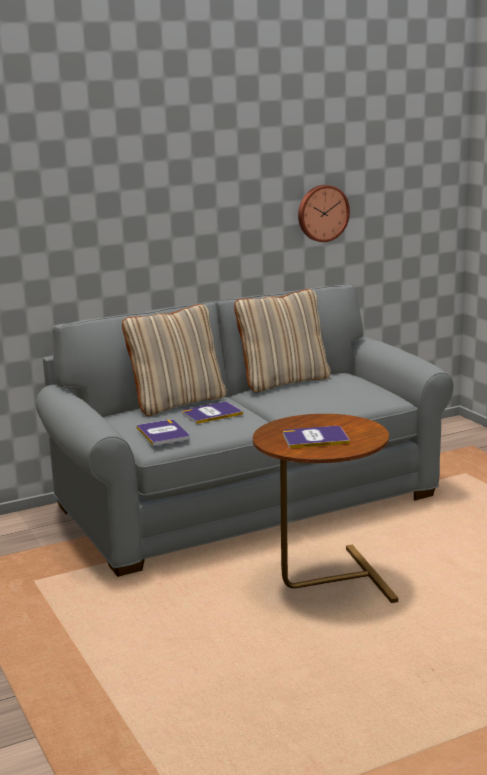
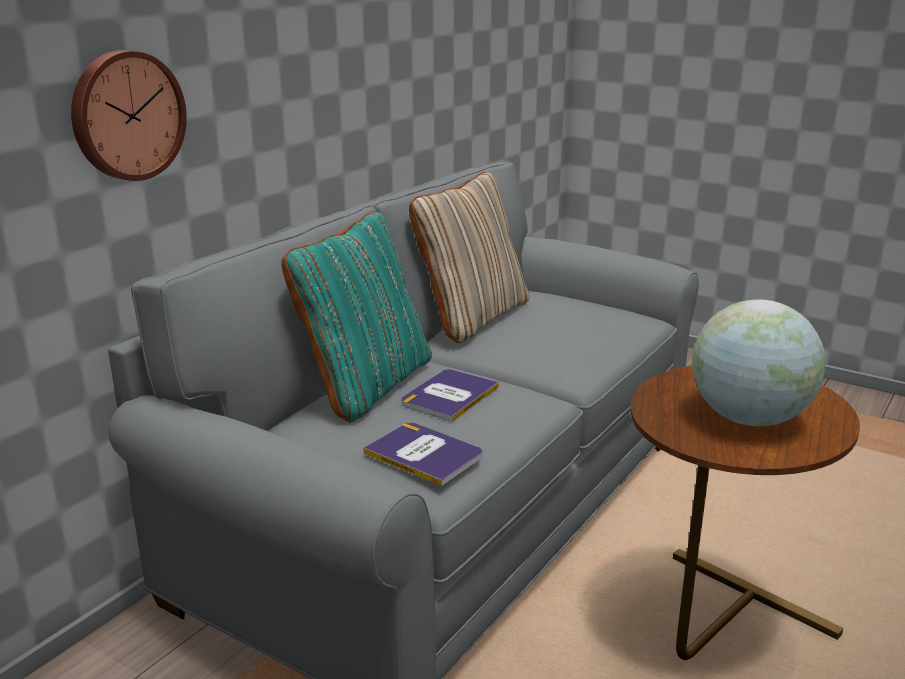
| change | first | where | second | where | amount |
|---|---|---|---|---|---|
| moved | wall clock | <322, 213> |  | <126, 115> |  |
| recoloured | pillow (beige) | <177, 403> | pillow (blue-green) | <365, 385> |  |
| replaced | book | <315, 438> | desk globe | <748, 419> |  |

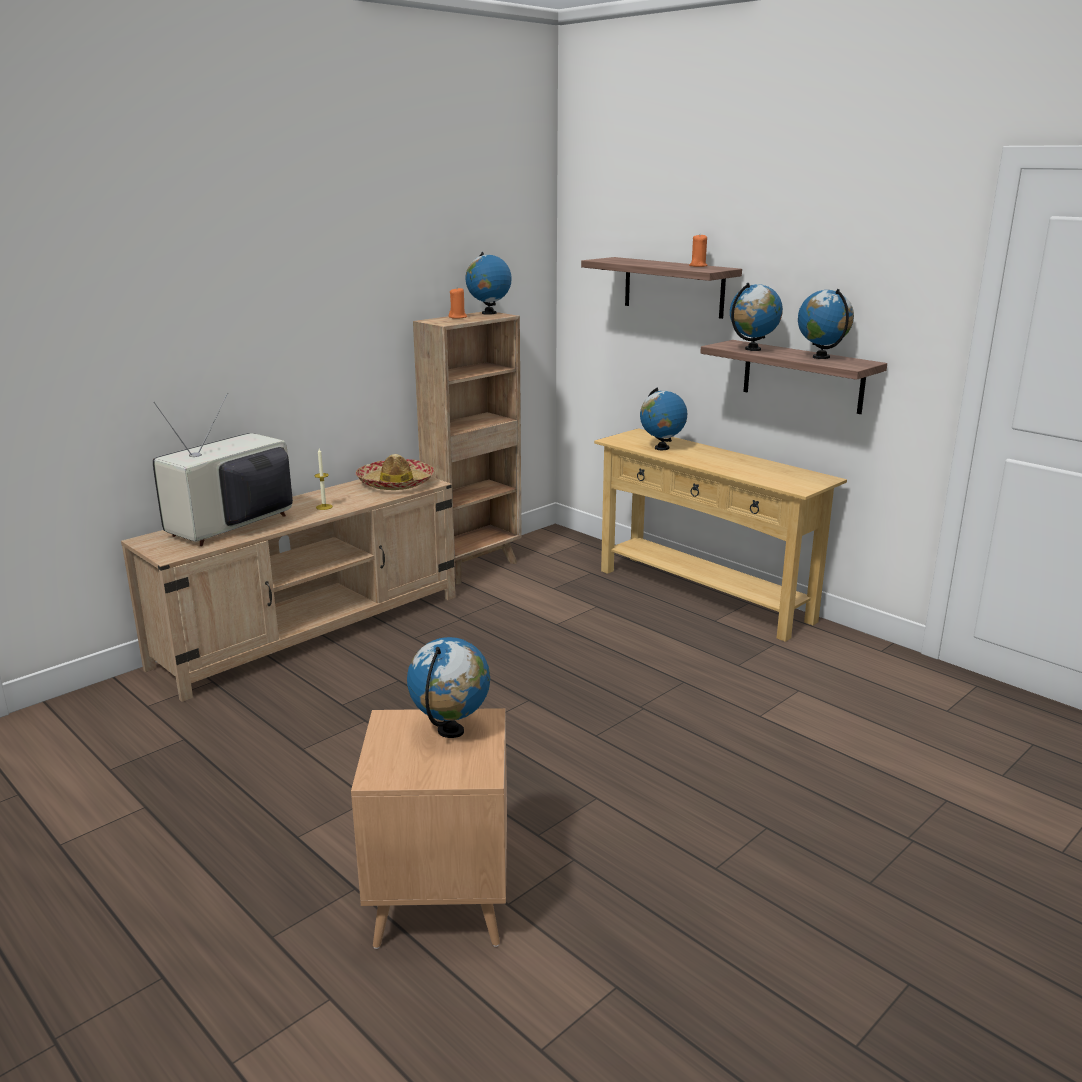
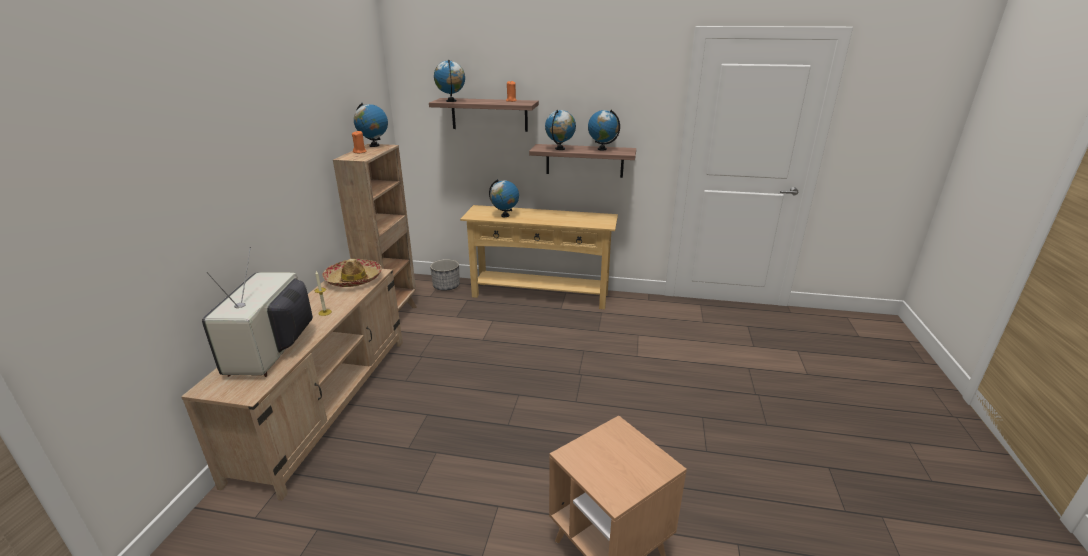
| change | first | where | second | where | amount |
|---|---|---|---|---|---|
| moved | desk globe | <451, 731> |  | <451, 101> |  |
| added |  |  | planter | <446, 286> |  |

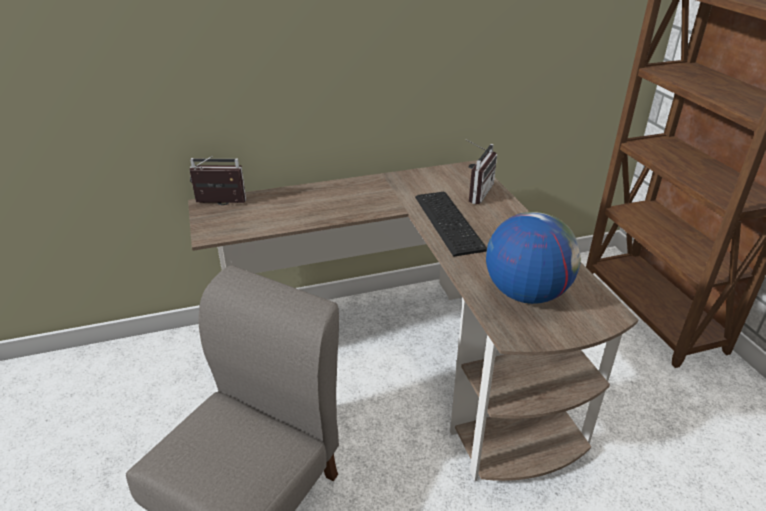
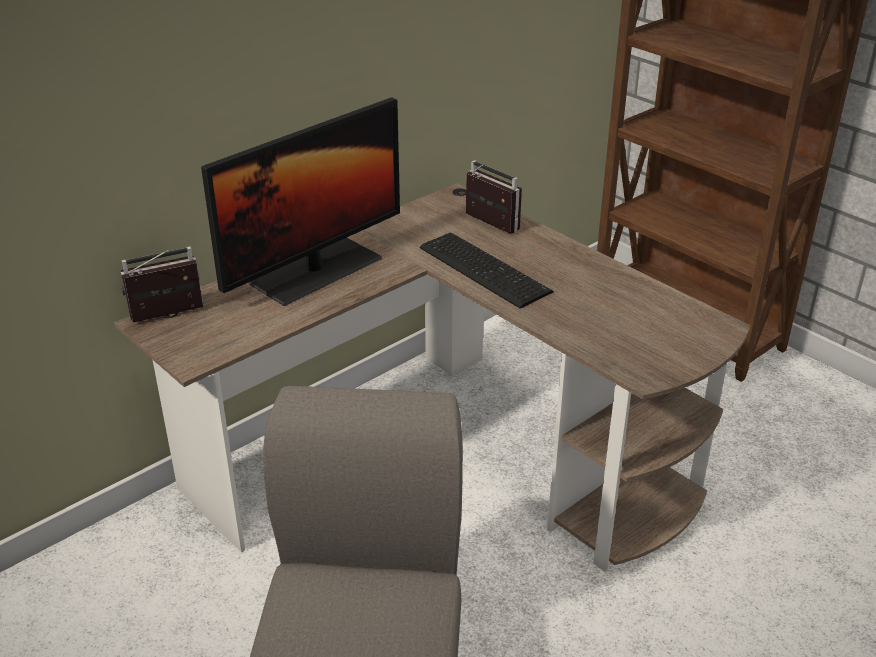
| change | first | where | second | where | amount |
|---|---|---|---|---|---|
| turned | radio receiver | <475, 192> |  | <486, 225> | 45 degrees counterclockwise |
| removed | desk globe | <525, 293> |  |  |  |
| added |  |  | computer display | <316, 271> |  |

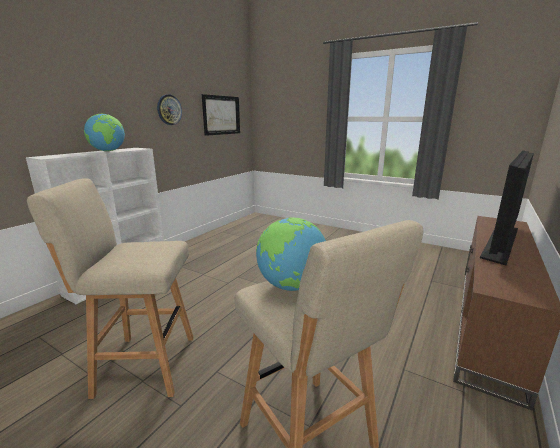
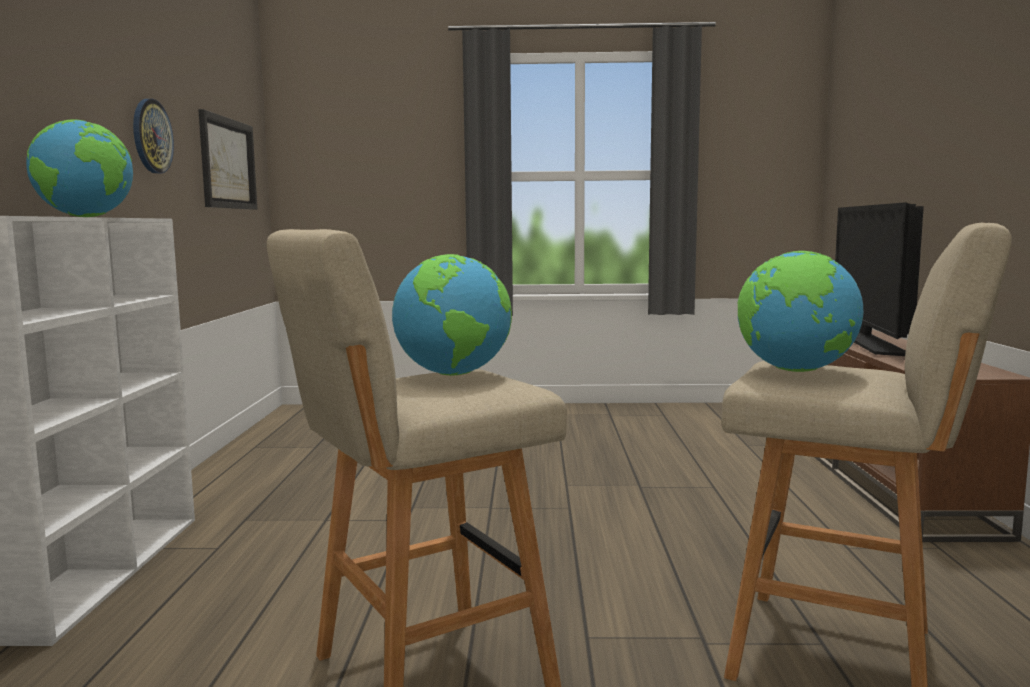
| change | first | where | second | where | amount |
|---|---|---|---|---|---|
| added |  |  | desk globe | <454, 374> |  |

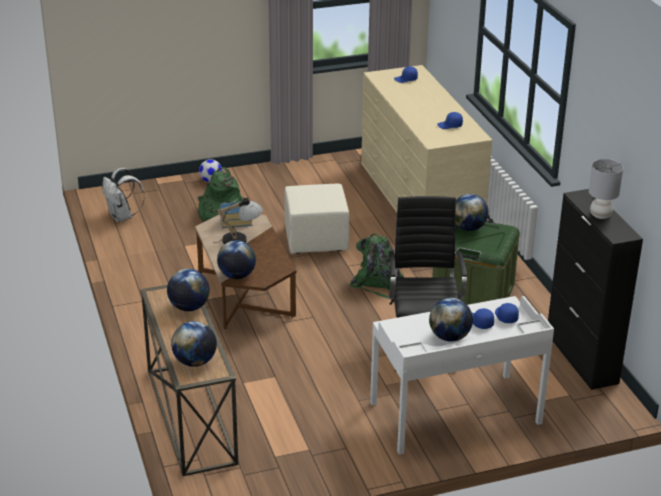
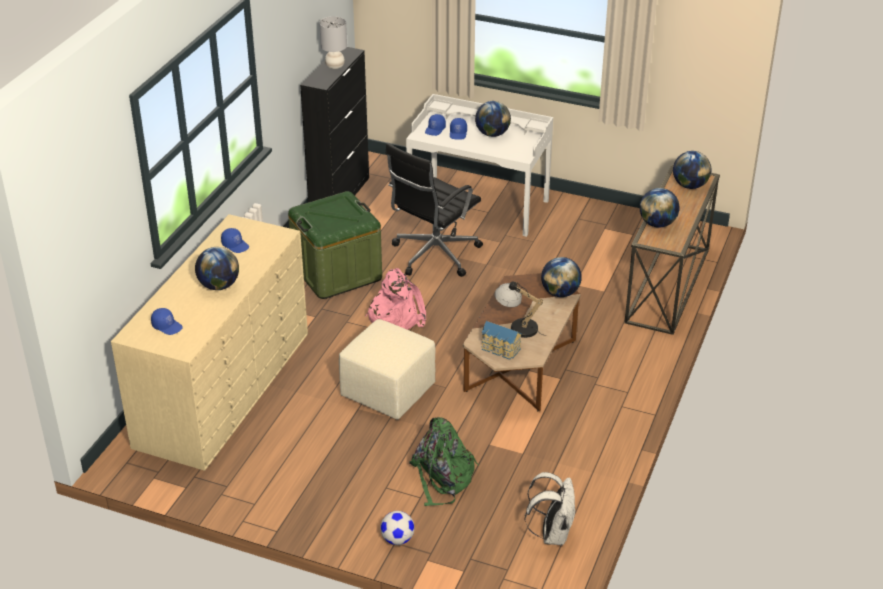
| change | first | where | second | where | amount |
|---|---|---|---|---|---|
| moved | desk globe | <468, 228> |  | <219, 285> |  |
| recoloured | knapsack (green) | <380, 285> | knapsack (pink) | <395, 317> |  |

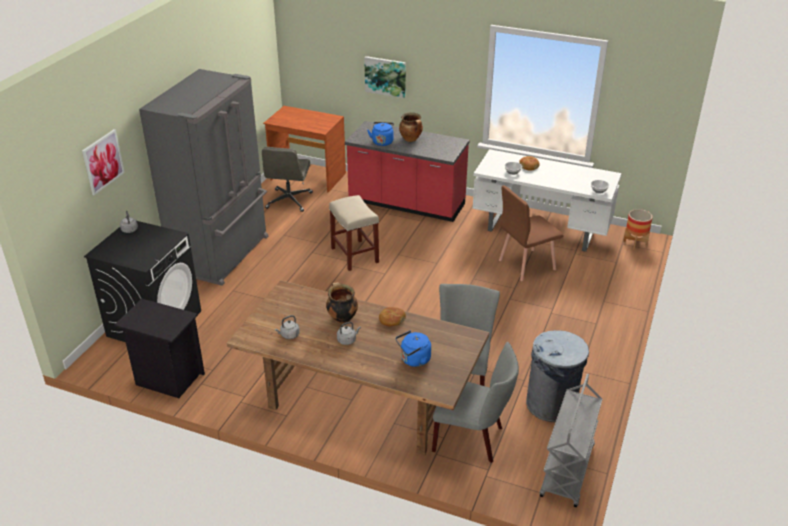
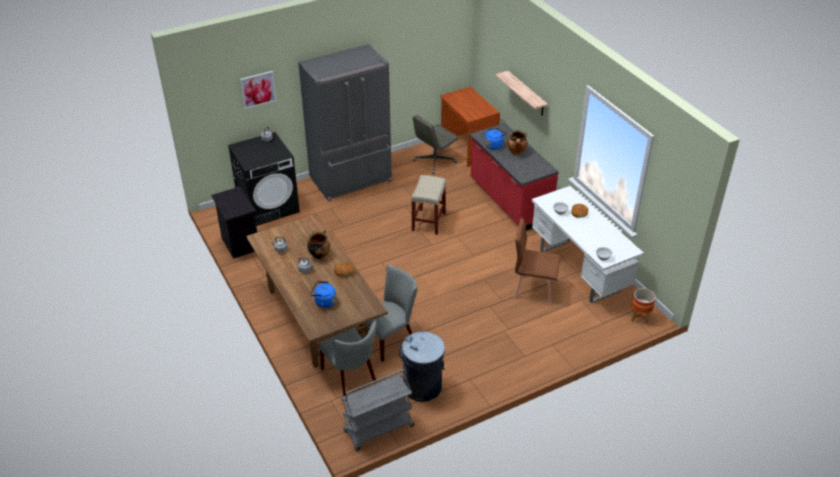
| change | first | where | second | where | amount |
|---|---|---|---|---|---|
| replaced | picture | <385, 76> | shelf | <526, 94> |  |

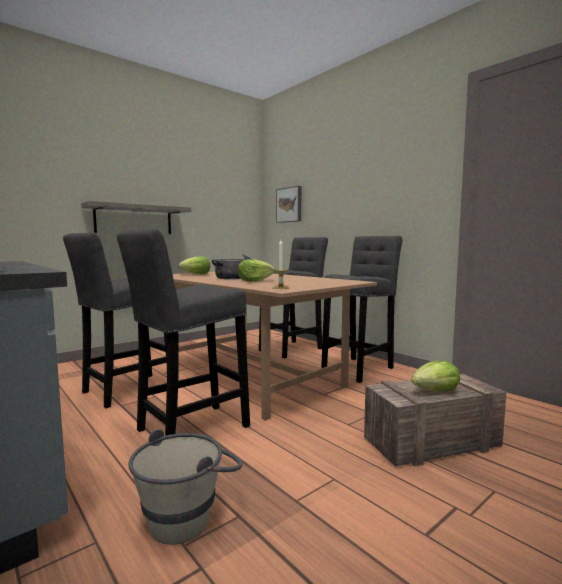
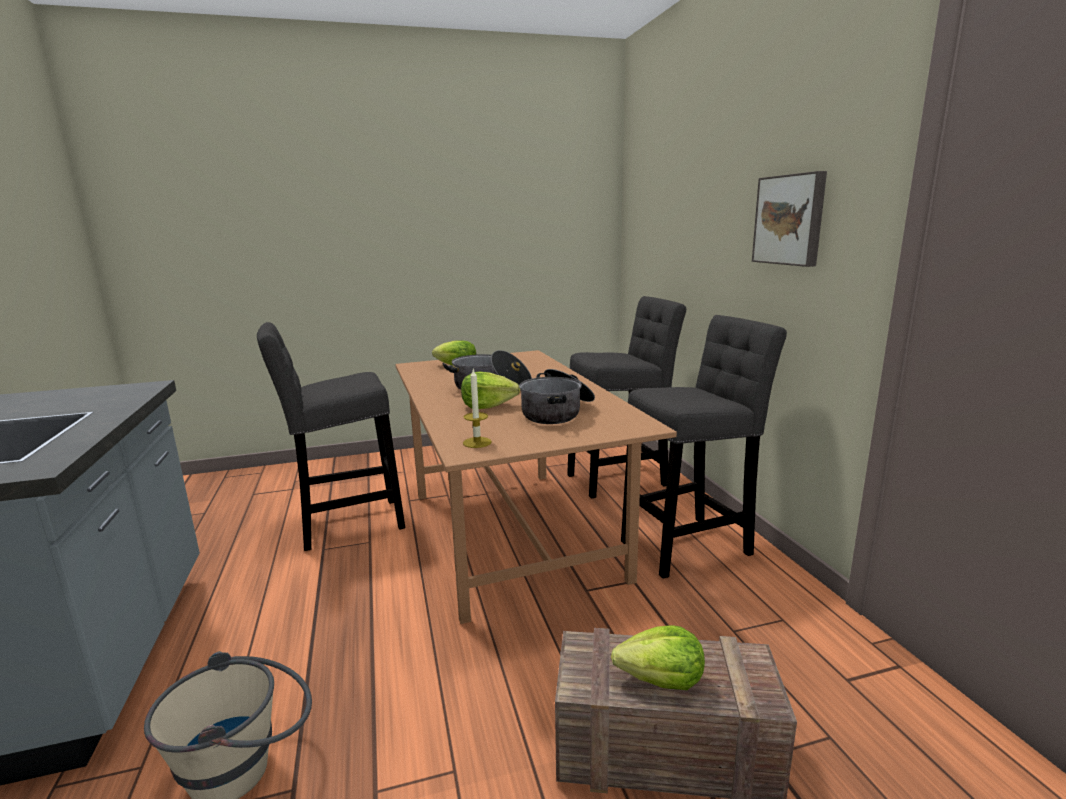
| change | first | where | second | where | amount |
|---|---|---|---|---|---|
| moved | picture | <289, 205> |  | <790, 220> |  |
| removed | shelf | <134, 220> |  |  |  |
| removed | stool (greyish) | <188, 430> |  |  |  |
| added |  |  | saucepot | <557, 412> |  |

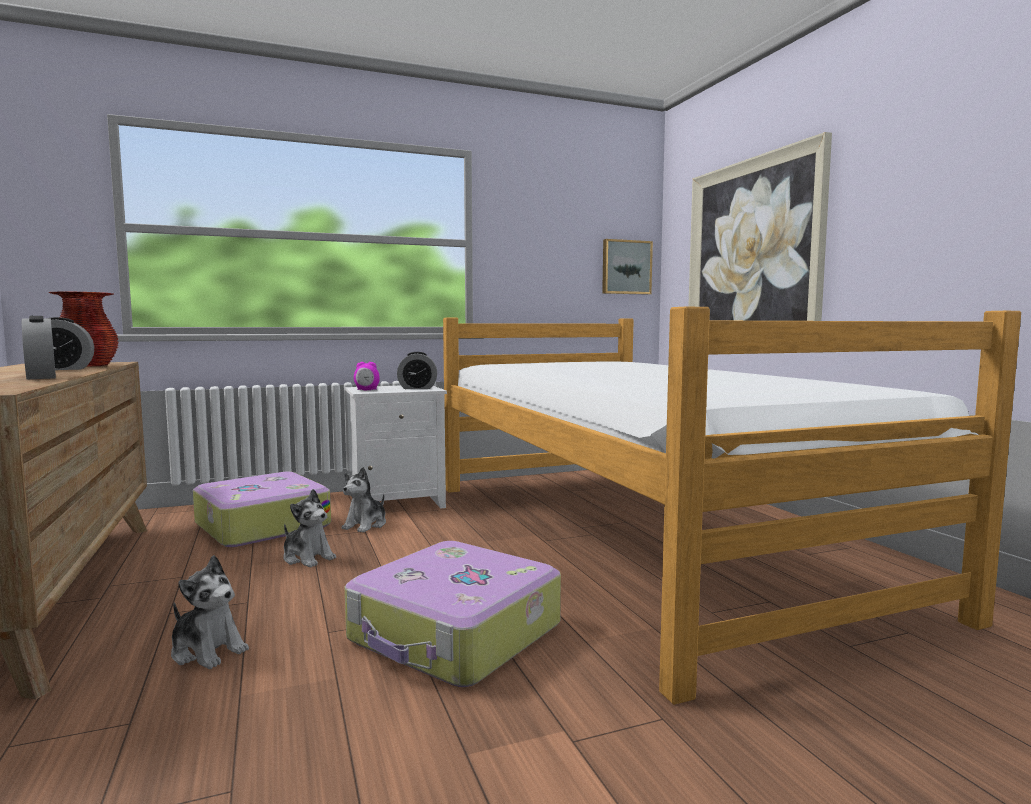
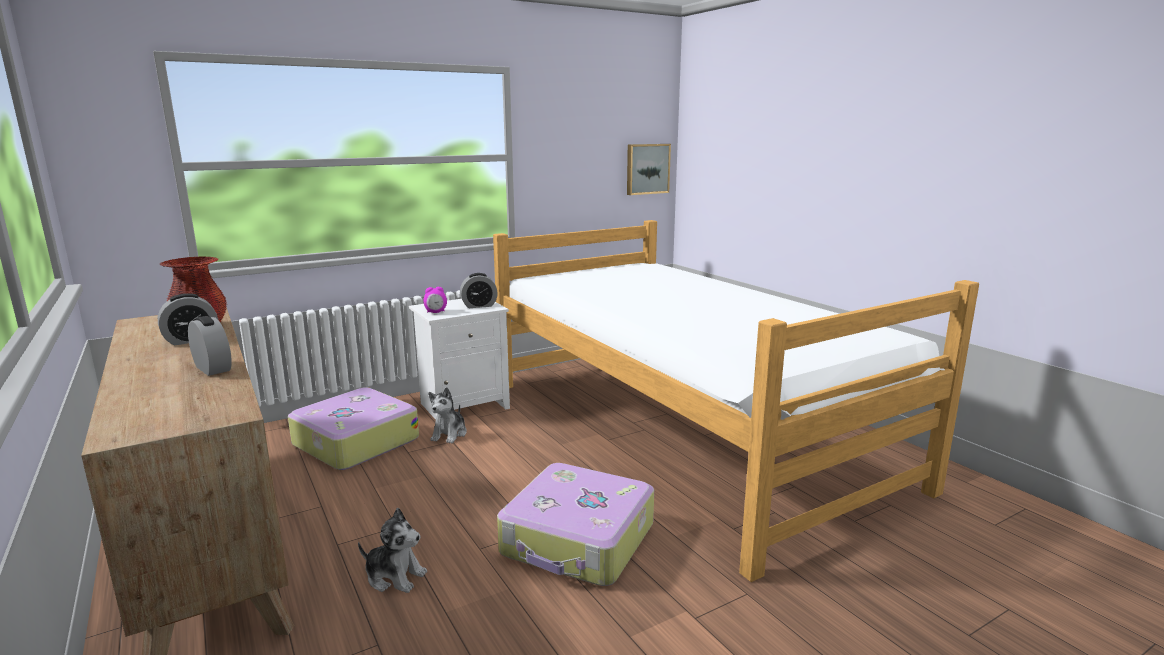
| change | first | where | second | where | amount |
|---|---|---|---|---|---|
| removed | picture | <752, 254> |  |  |  |
| removed | soft toy | <308, 558> |  |  |  |

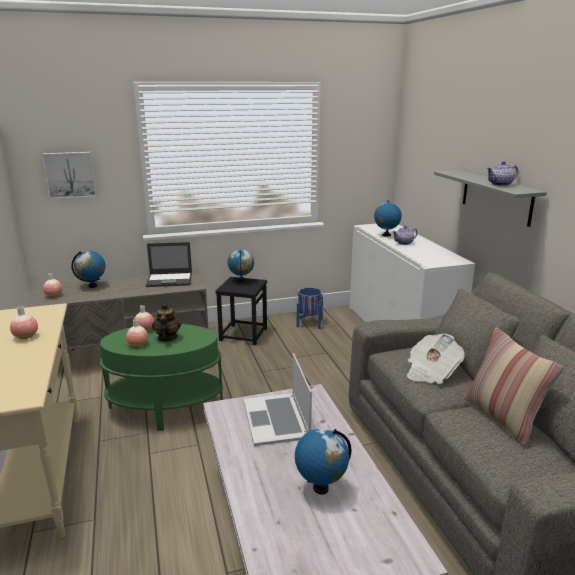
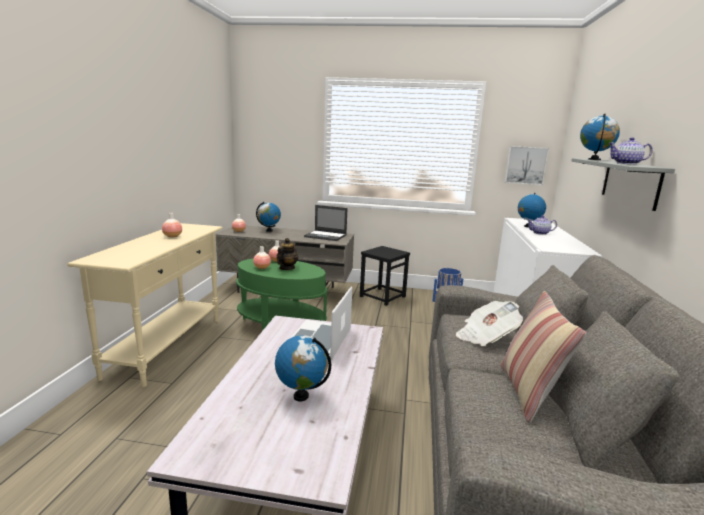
| change | first | where | second | where | amount |
|---|---|---|---|---|---|
| moved | picture | <70, 175> |  | <525, 165> |  |
| moved | desk globe | <241, 280> |  | <594, 159> |  |

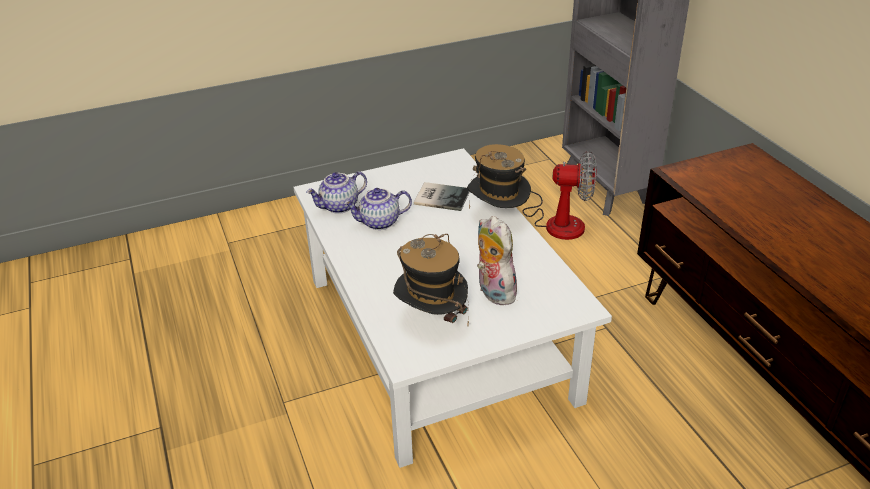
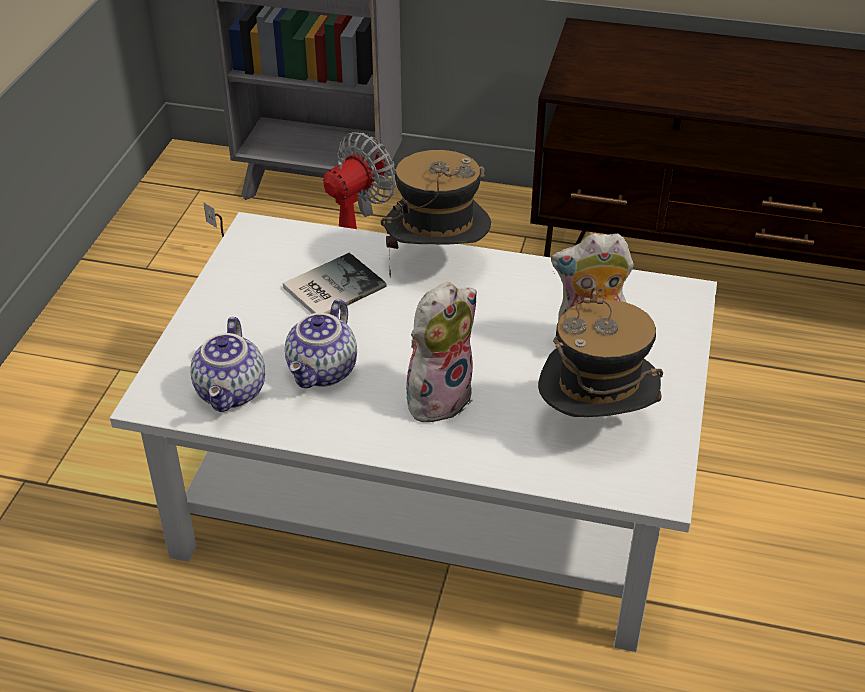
| change | first | where | second | where | amount |
|---|---|---|---|---|---|
| added |  |  | soft toy | <438, 396> |  |

